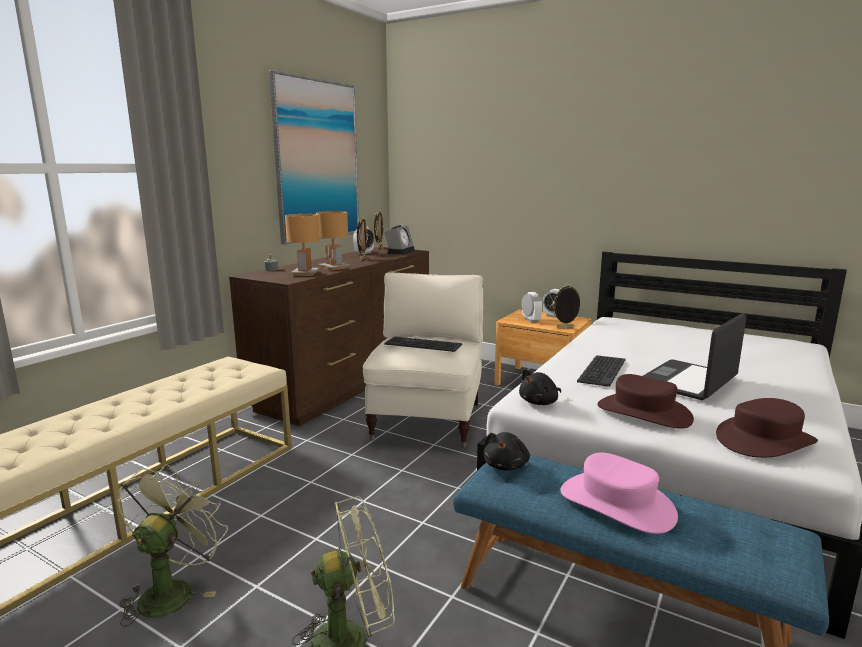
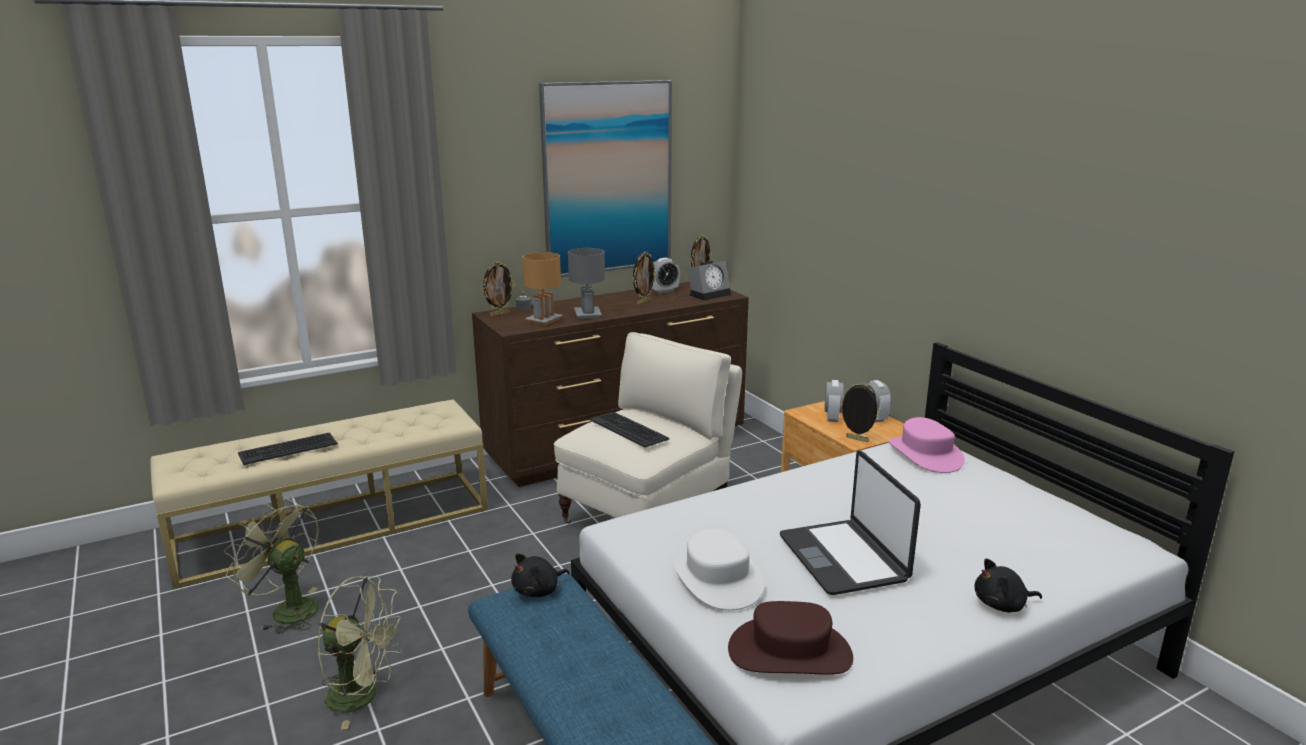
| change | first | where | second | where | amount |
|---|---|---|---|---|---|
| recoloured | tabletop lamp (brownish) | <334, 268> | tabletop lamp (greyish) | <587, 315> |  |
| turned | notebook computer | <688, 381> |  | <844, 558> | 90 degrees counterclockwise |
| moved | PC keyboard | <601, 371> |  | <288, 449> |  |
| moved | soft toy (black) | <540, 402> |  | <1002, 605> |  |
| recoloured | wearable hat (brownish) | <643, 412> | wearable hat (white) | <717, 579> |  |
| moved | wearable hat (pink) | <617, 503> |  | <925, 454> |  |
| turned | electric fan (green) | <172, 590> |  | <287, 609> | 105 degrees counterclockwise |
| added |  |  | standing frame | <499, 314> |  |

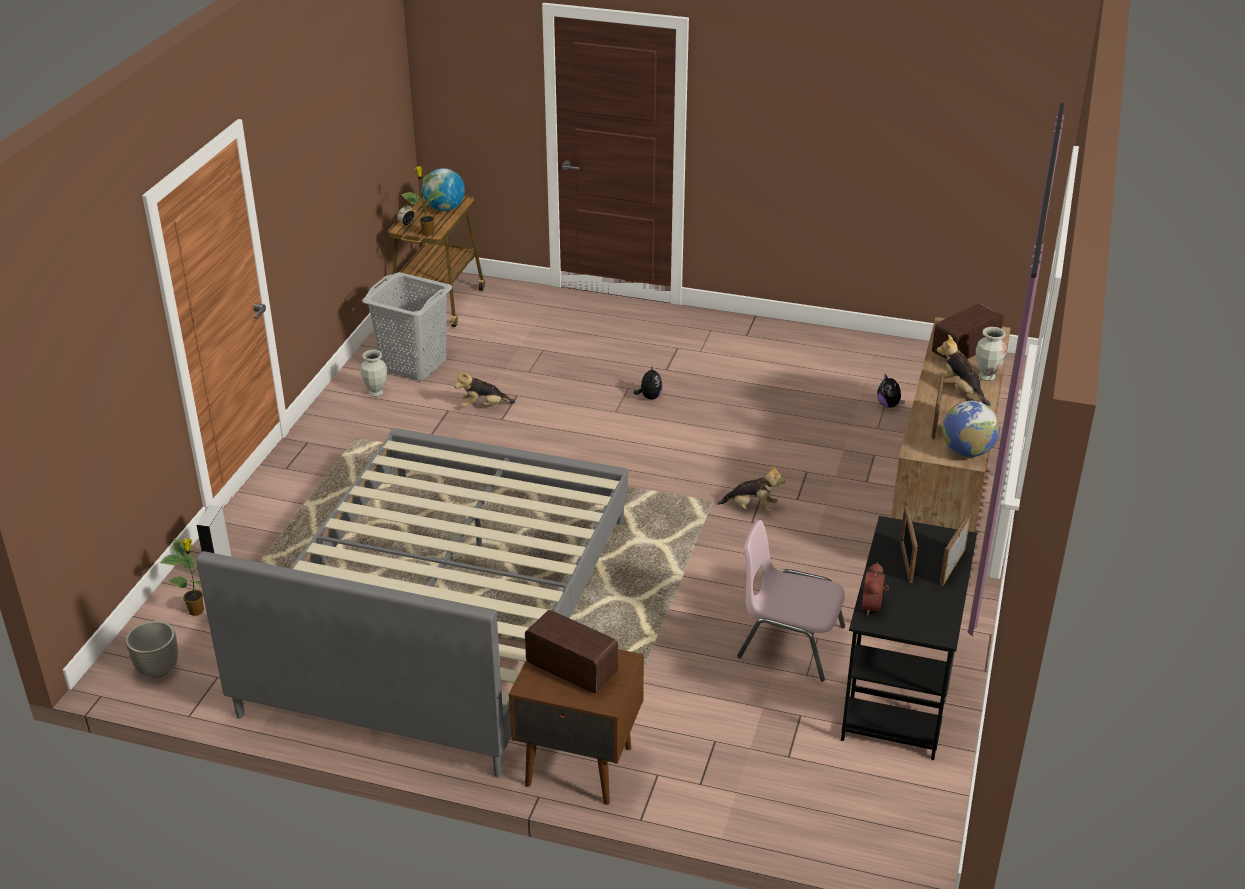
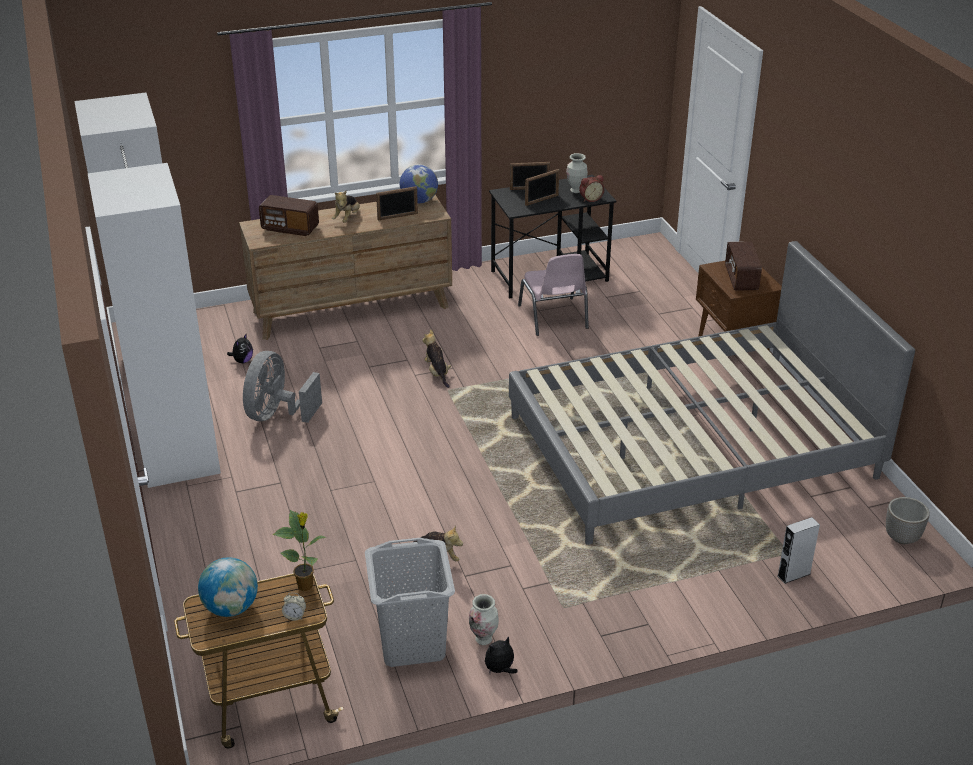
| change | first | where | second | where | amount |
|---|---|---|---|---|---|
| moved | flower vase | <986, 377> |  | <576, 190> |  |
| moved | soft toy | <649, 397> |  | <500, 670> |  |
| removed | plant in a pot | <197, 611> |  |  |  |
| added |  |  | armoire (white) | <167, 405> |  |
| added |  |  | electric fan (greyish) | <277, 414> |  |

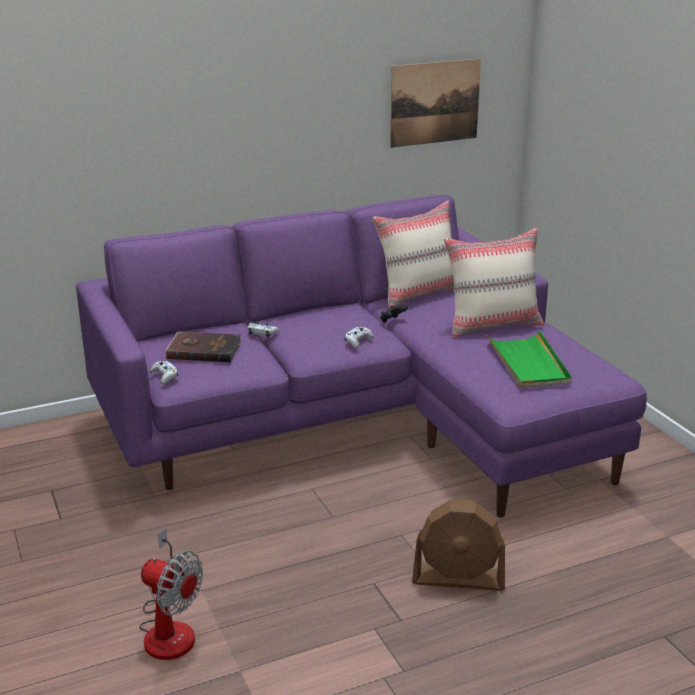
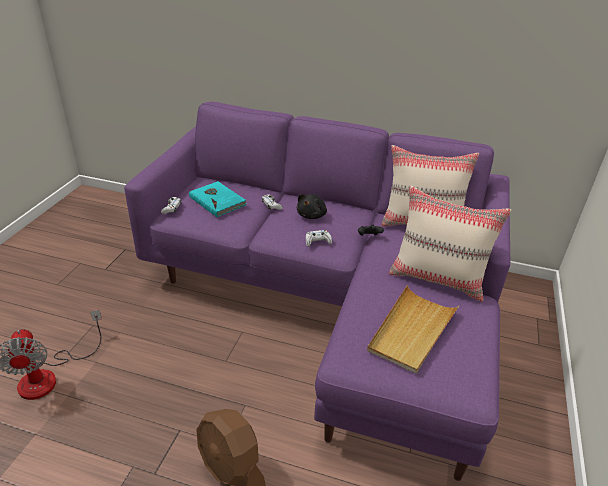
| change | first | where | second | where | amount |
|---|---|---|---|---|---|
| removed | picture | <435, 102> |  |  |  |
| recoloured | carrying tray (green) | <528, 363> | carrying tray (beige) | <411, 331> |  |
| recoloured | book (brownish) | <203, 349> | book (blue-green) | <218, 200> |  |
| added |  |  | soft toy (black) | <312, 215> |  |

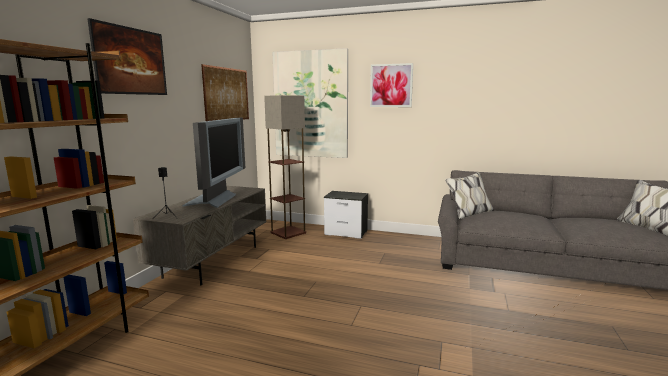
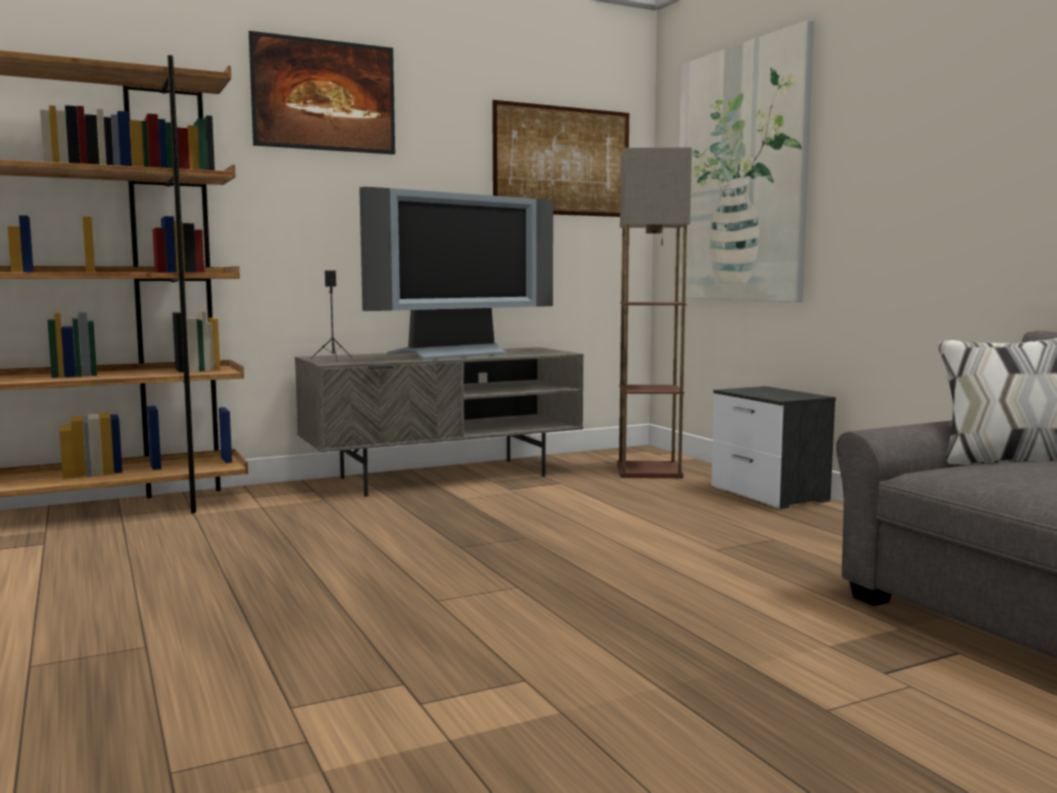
| change | first | where | second | where | amount |
|---|---|---|---|---|---|
| removed | picture | <391, 85> |  |  |  |

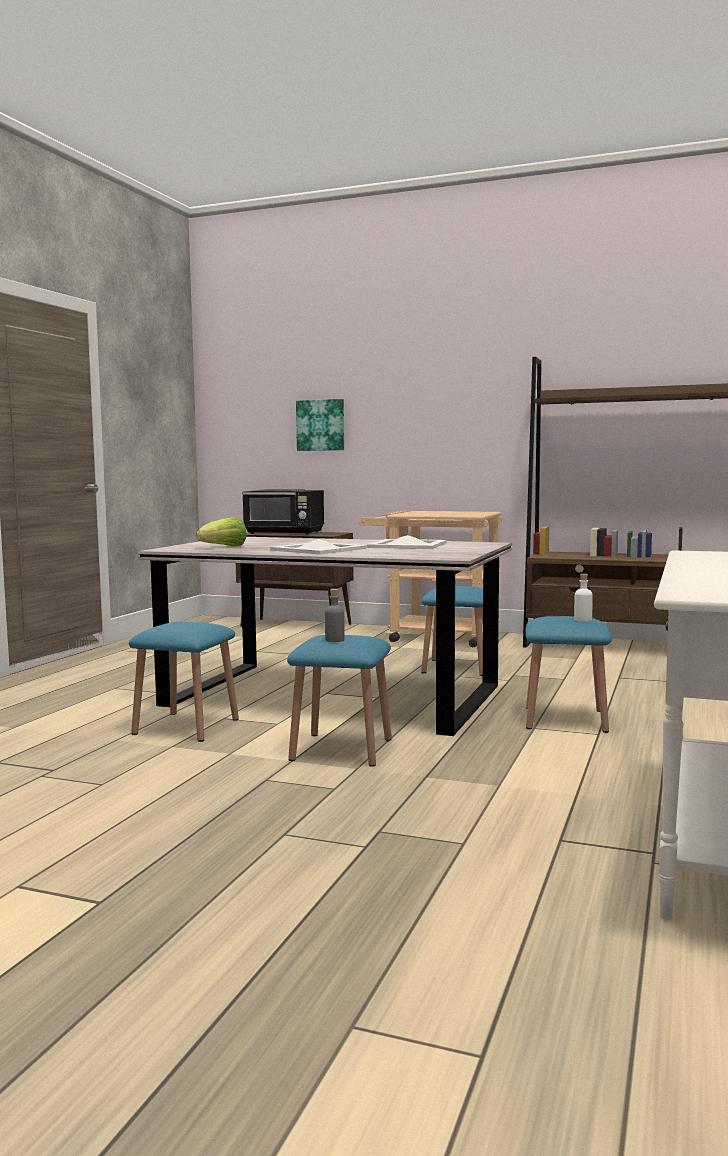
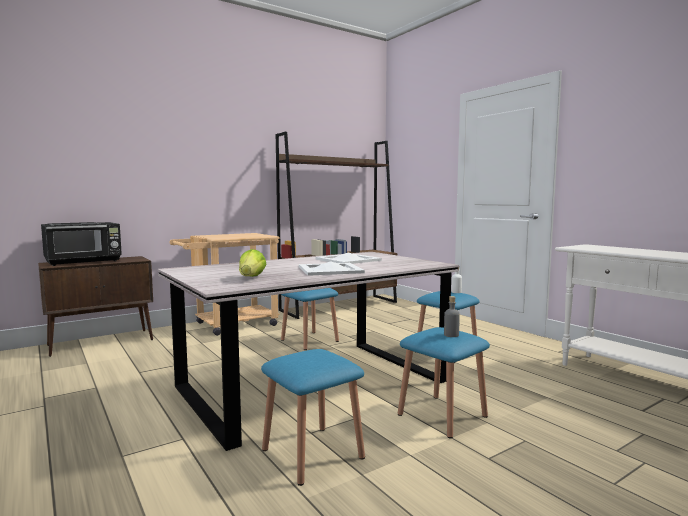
| change | first | where | second | where | amount |
|---|---|---|---|---|---|
| removed | picture | <321, 425> |  |  |  |

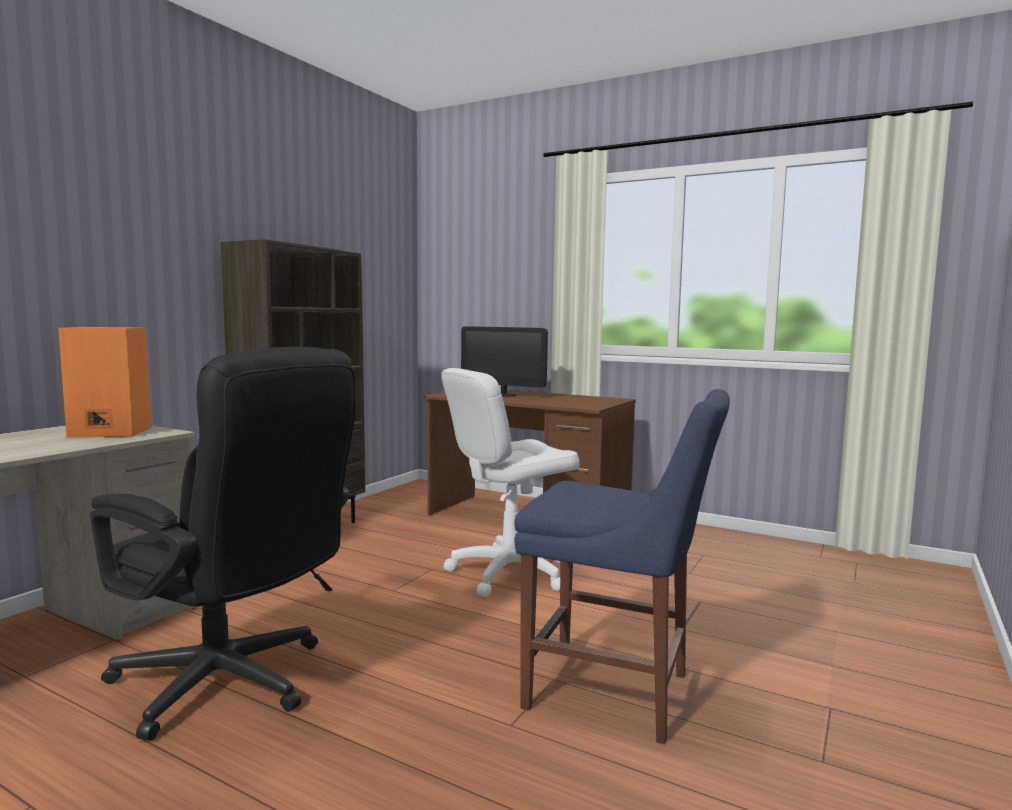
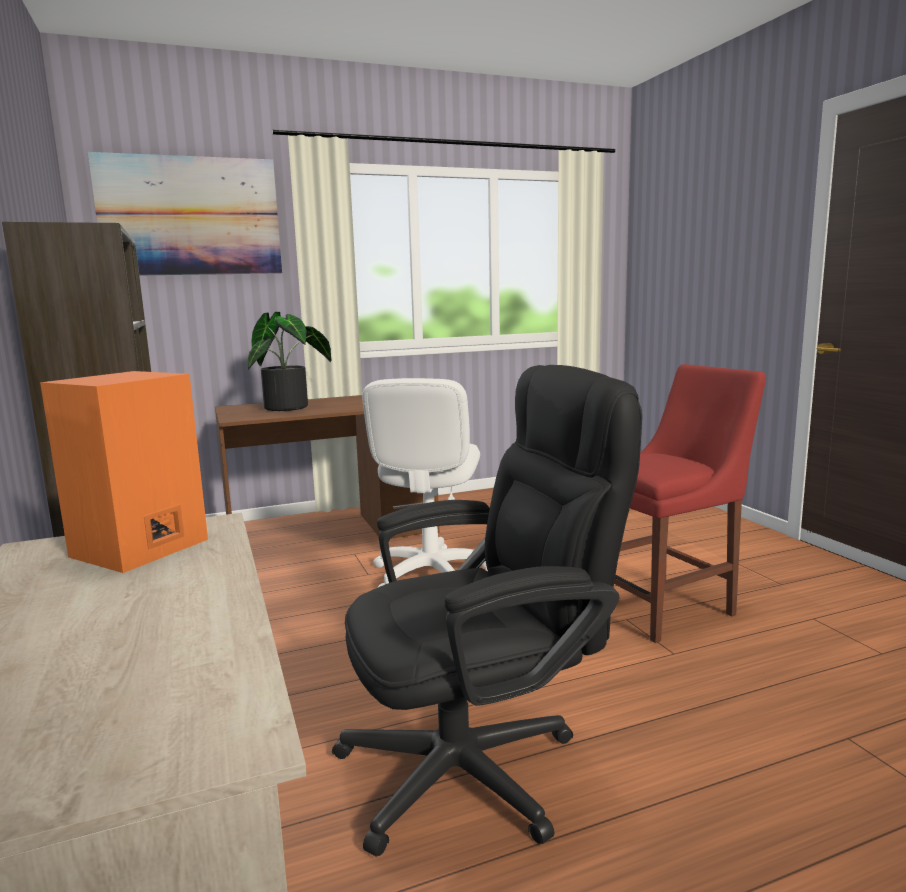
| change | first | where | second | where | amount |
|---|---|---|---|---|---|
| replaced | computer display | <503, 395> | plant in a pot | <292, 407> |  |
| recoloured | plain chair (blue) | <616, 693> | plain chair (reddish) | <665, 606> |  |
| added |  |  | picture | <190, 216> |  |

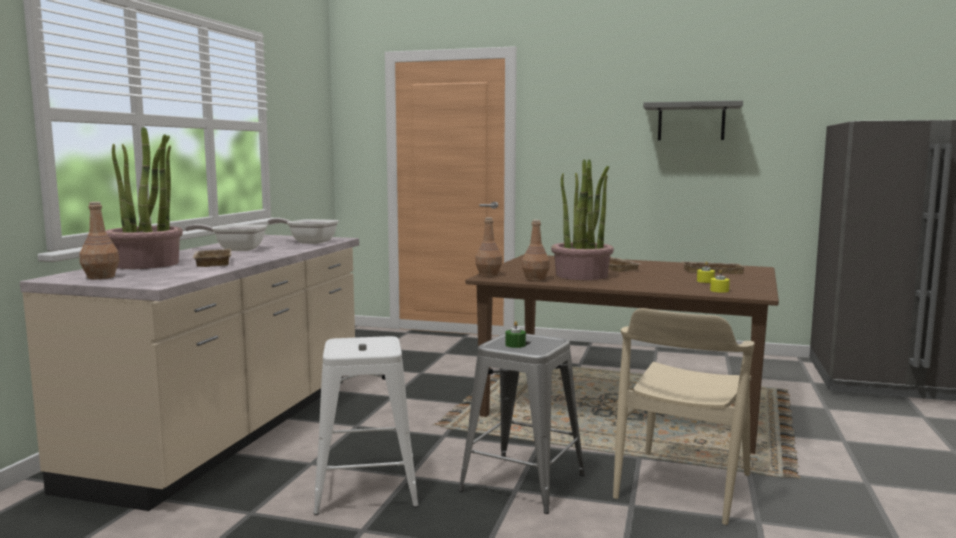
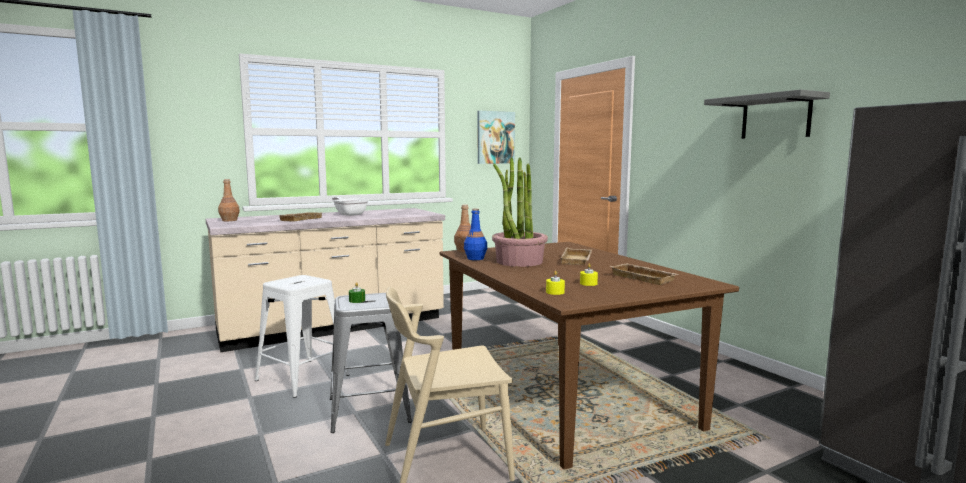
| change | first | where | second | where | amount |
|---|---|---|---|---|---|
| removed | plant in a pot | <147, 264> |  |  |  |
| removed | pan | <309, 242> |  |  |  |
| recoloured | bottle (brownish) | <535, 279> | bottle (blue) | <475, 258> |  |
| added |  |  | picture | <495, 137> |  |

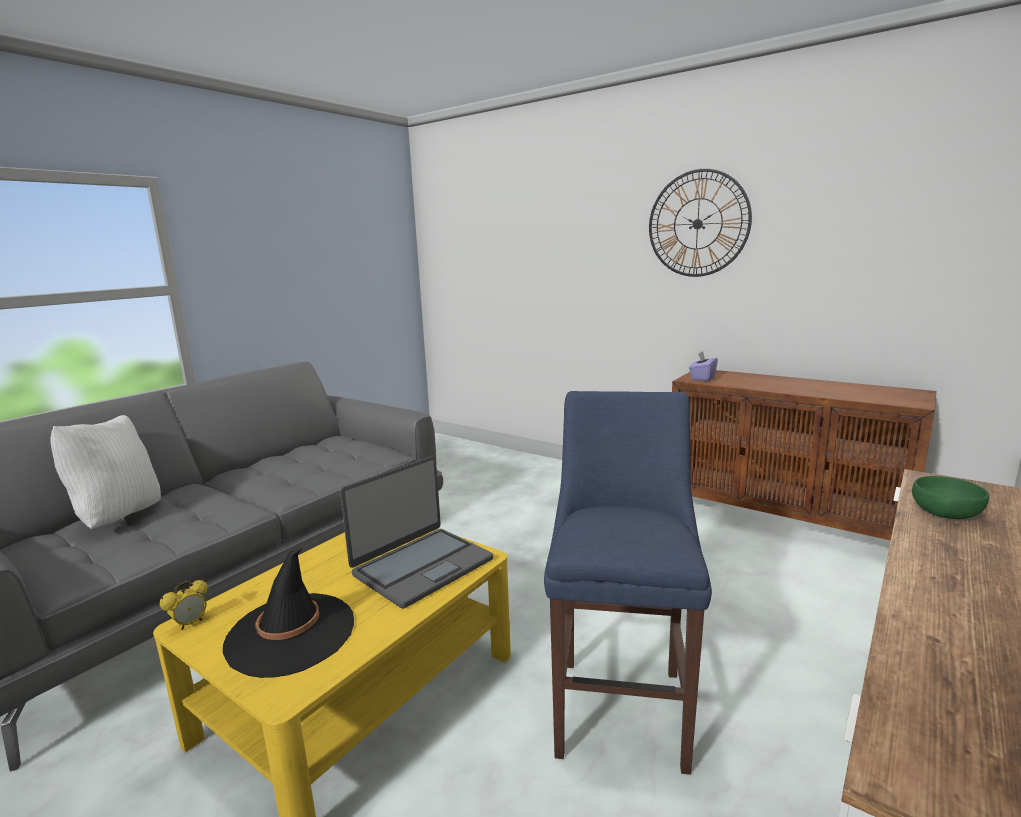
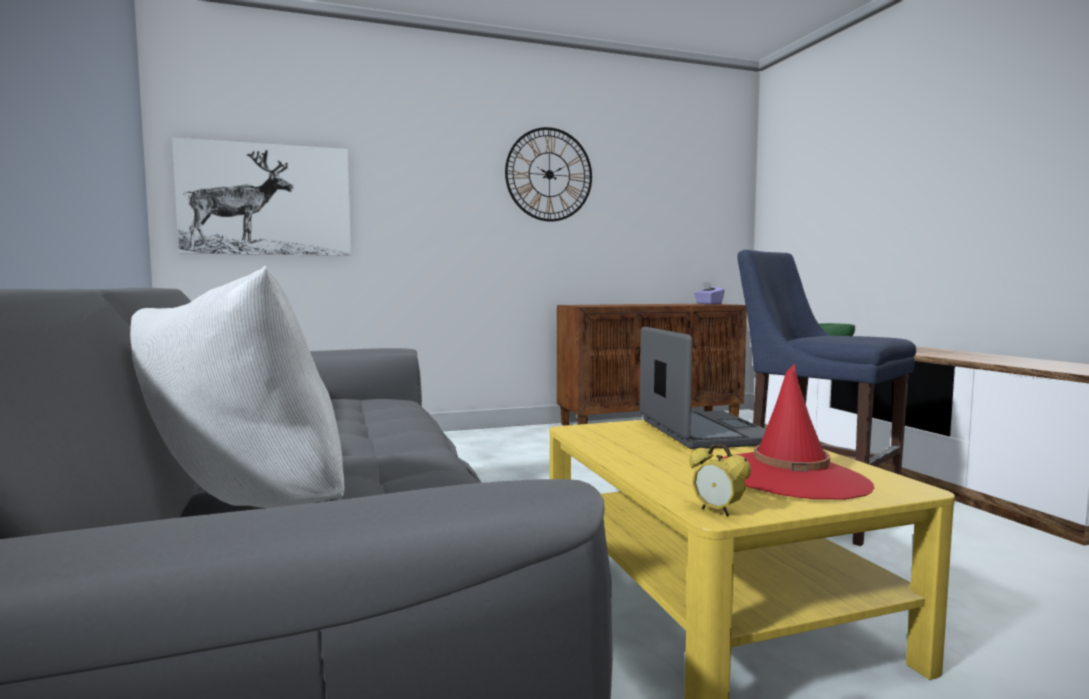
| change | first | where | second | where | amount |
|---|---|---|---|---|---|
| moved | tissue box (purple) | <702, 378> |  | <708, 304> |  |
| recoloured | wearable hat (black) | <291, 634> | wearable hat (reddish) | <790, 477> |  |
| turned | bedside clock | <190, 624> |  | <717, 511> | 150 degrees clockwise |
| added |  |  | picture | <266, 200> |  |

